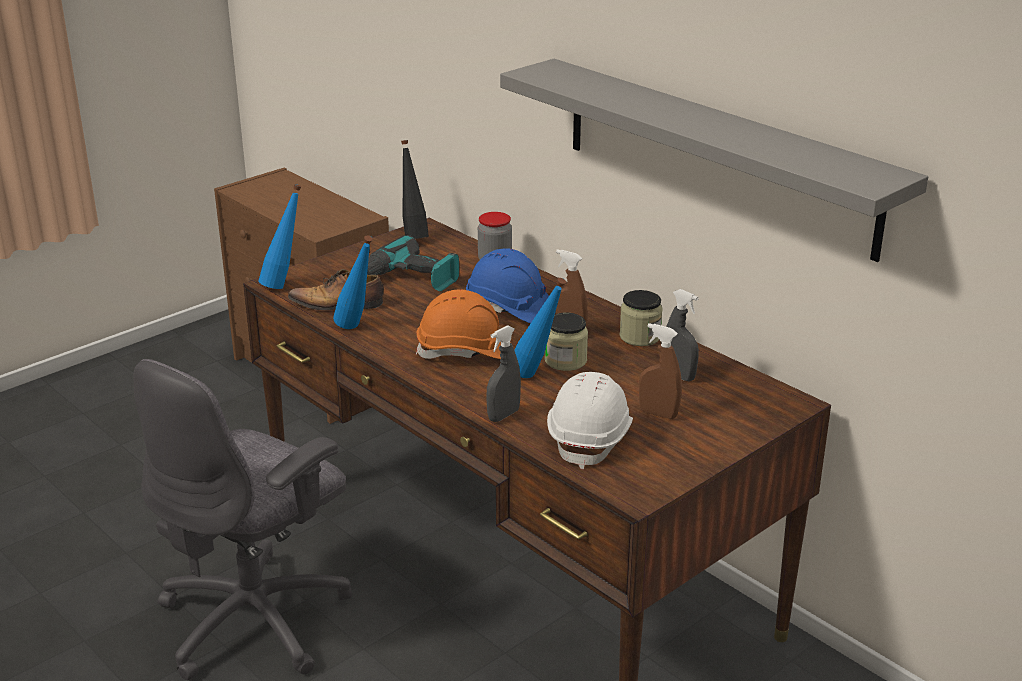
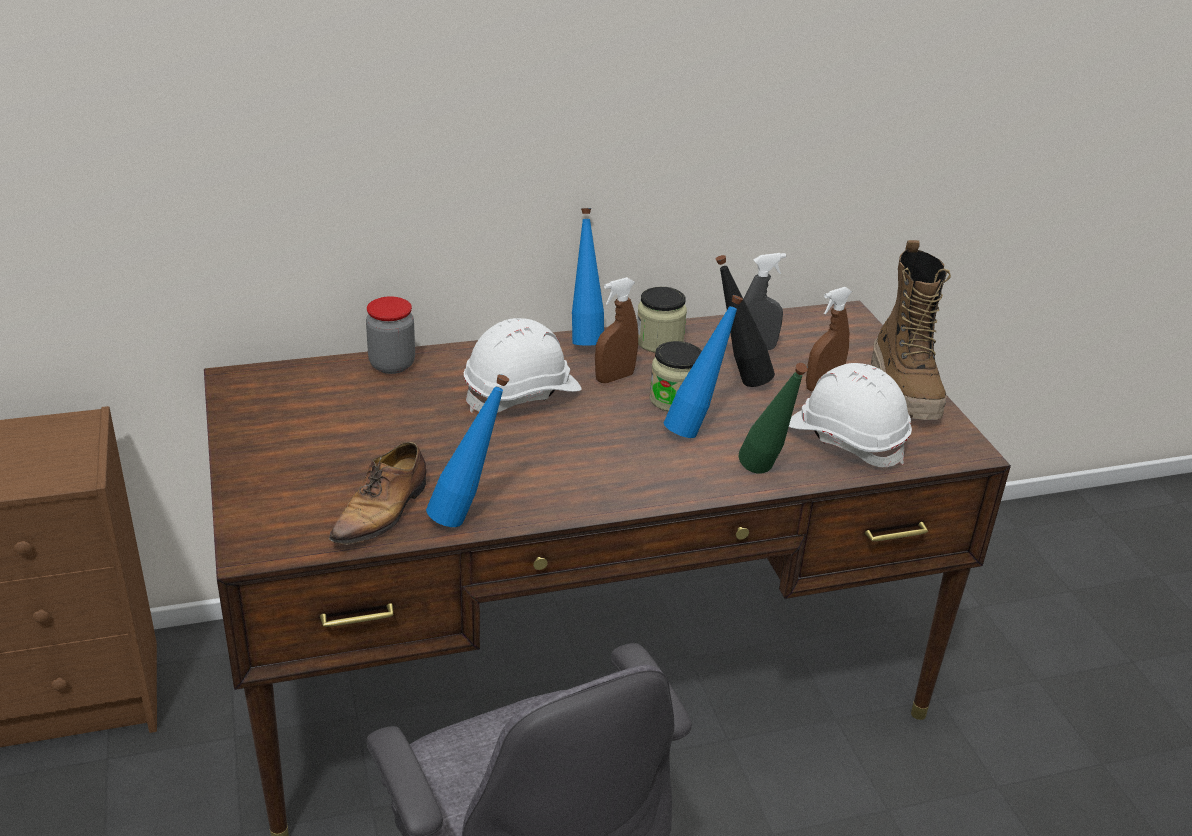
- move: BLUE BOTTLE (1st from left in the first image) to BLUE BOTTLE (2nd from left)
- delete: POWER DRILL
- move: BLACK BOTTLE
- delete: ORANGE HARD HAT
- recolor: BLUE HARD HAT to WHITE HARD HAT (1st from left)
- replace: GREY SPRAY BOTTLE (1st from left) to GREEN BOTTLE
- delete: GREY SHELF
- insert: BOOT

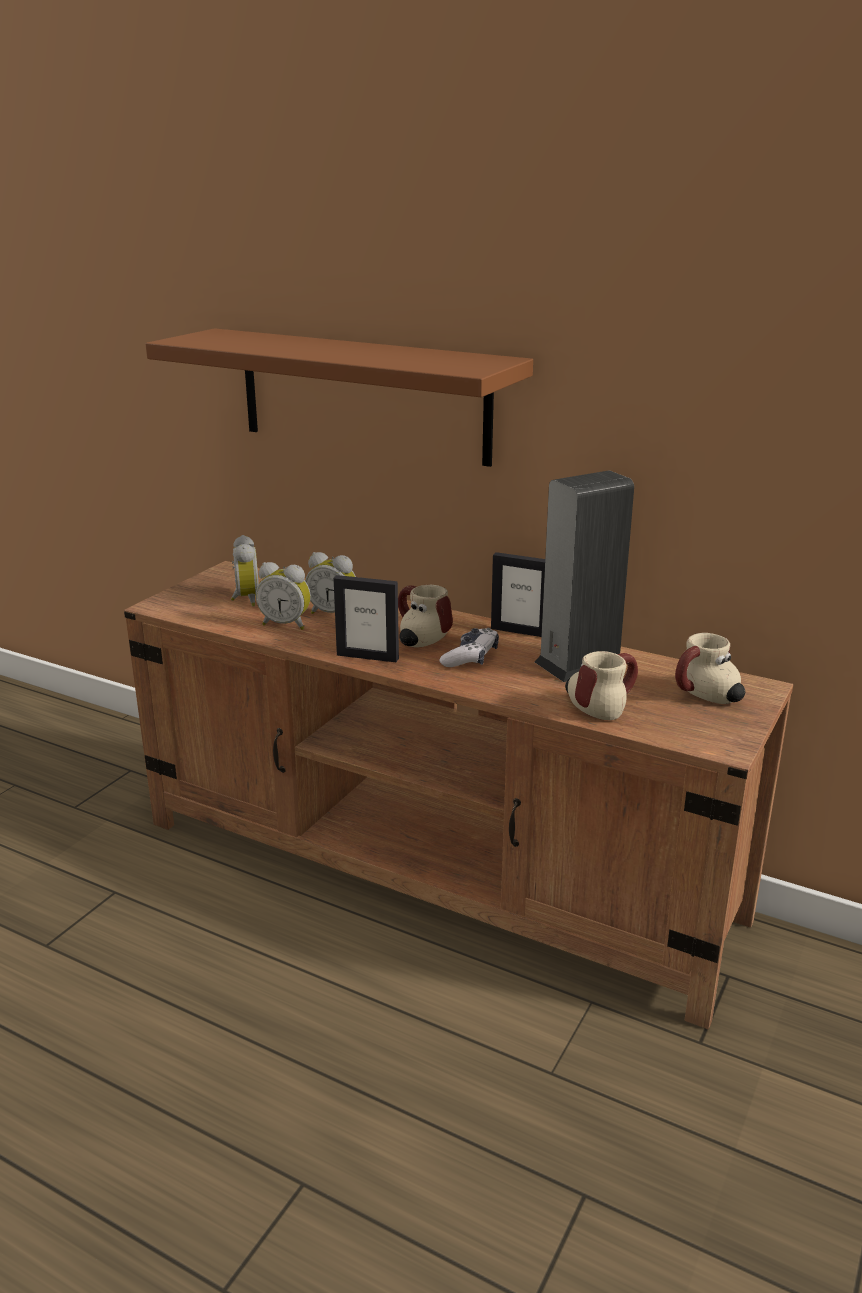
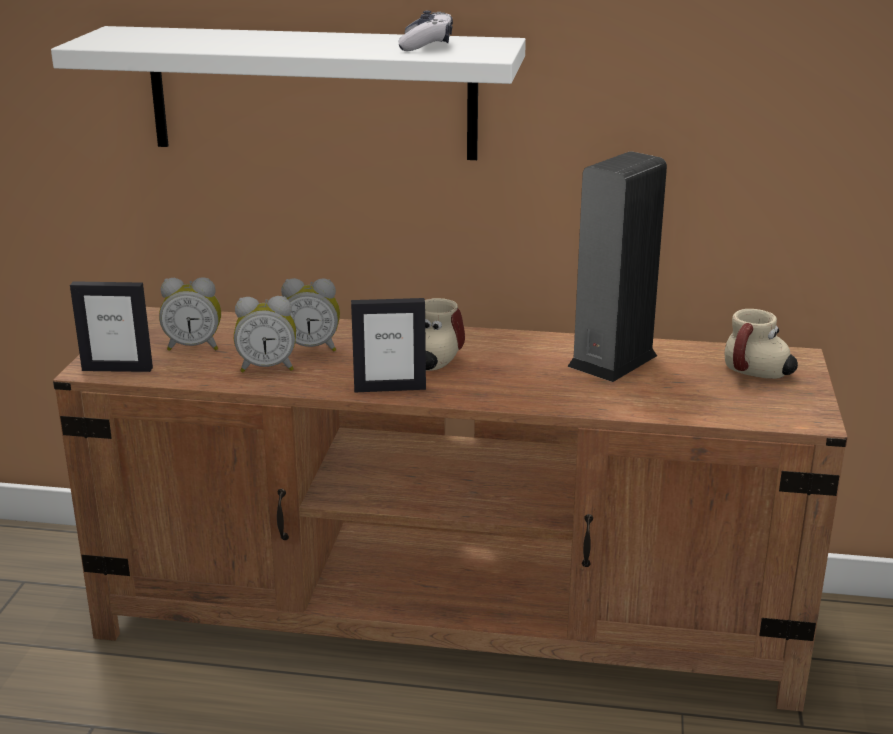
- recolor: BROWN SHELF to WHITE SHELF
- rotate: ALARM CLOCK (1st from left) 120 degrees clockwise
- move: GAME CONTROLLER
- move: PICTURE FRAME (2nd from left in the first image) to PICTURE FRAME (1st from left)
- delete: MUG (2nd from left)

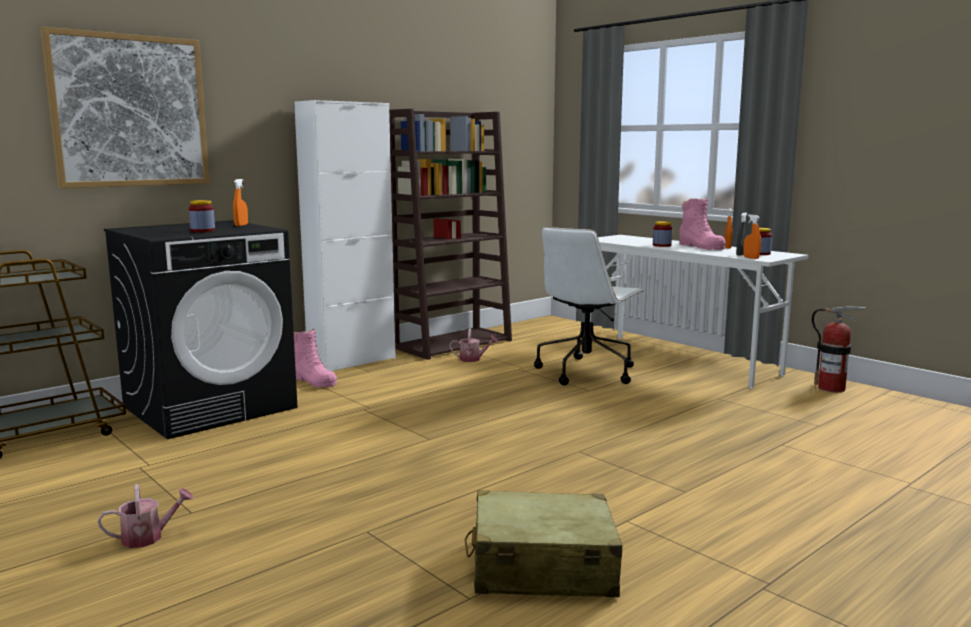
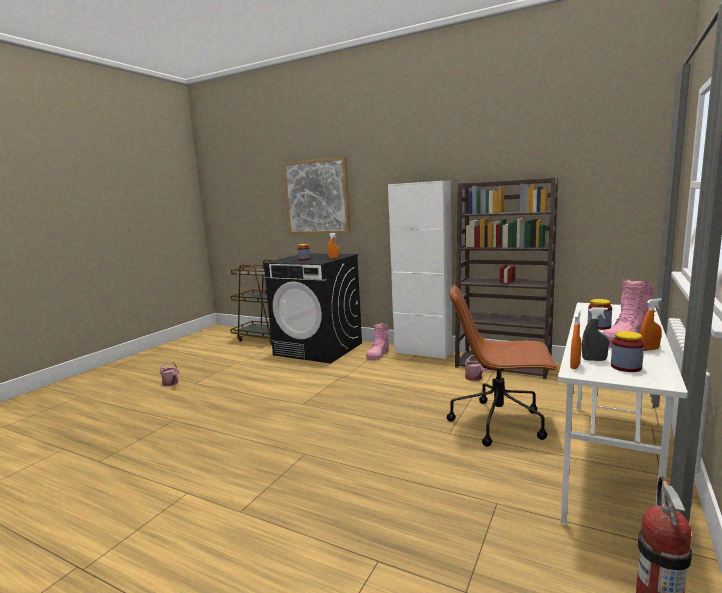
- delete: BEIGE SUITCASE
- recolor: WHITE OFFICE CHAIR to BROWN OFFICE CHAIR

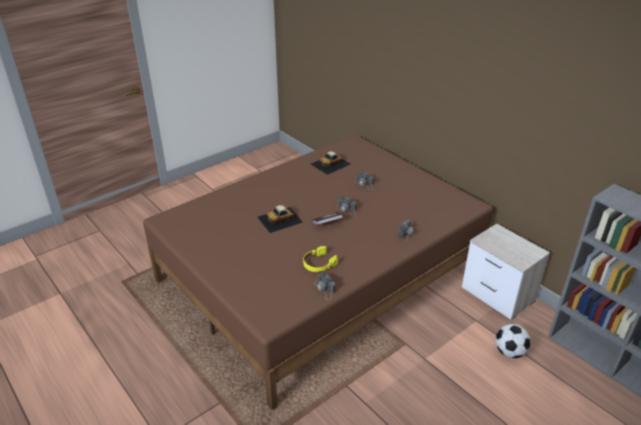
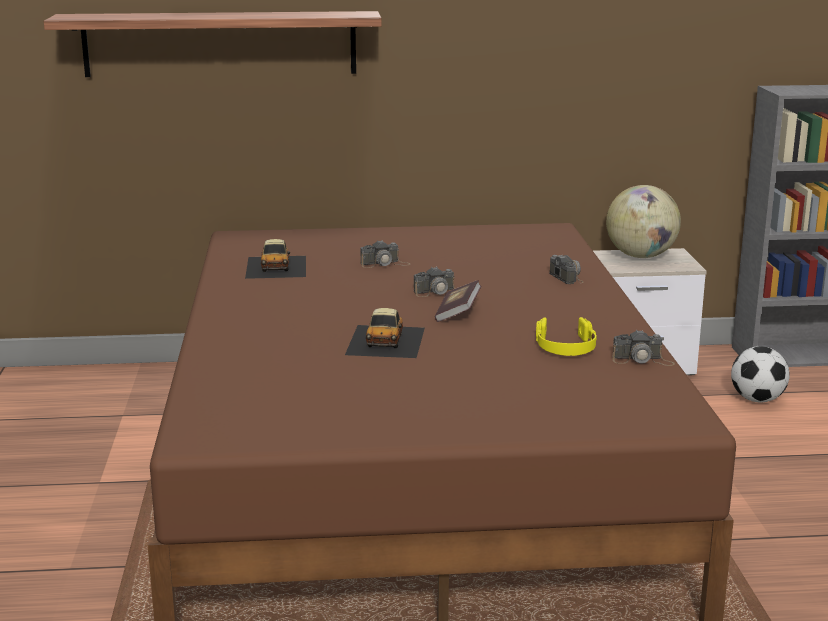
- insert: SHELF
- insert: GLOBE

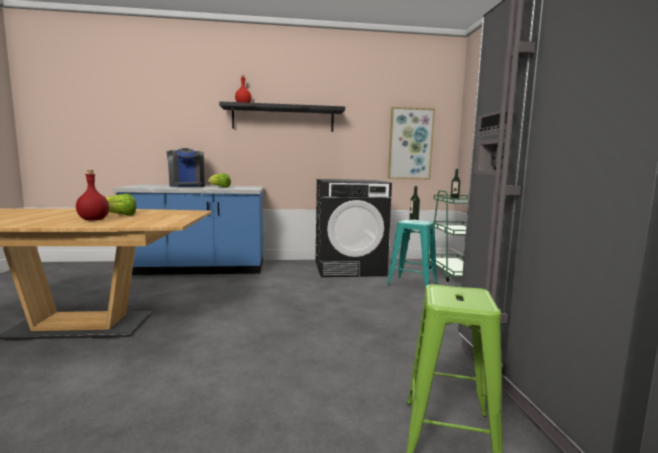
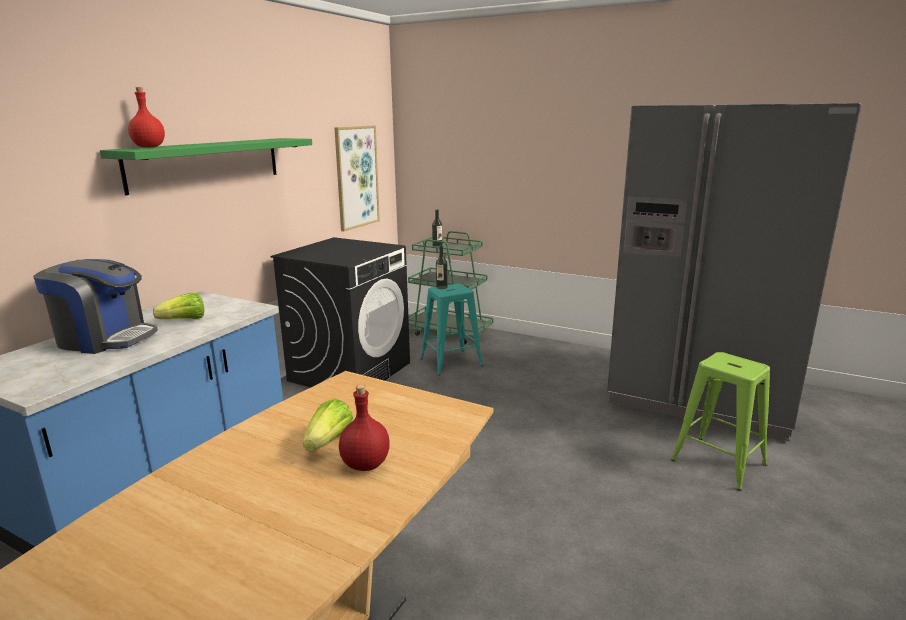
- recolor: BLACK SHELF to GREEN SHELF

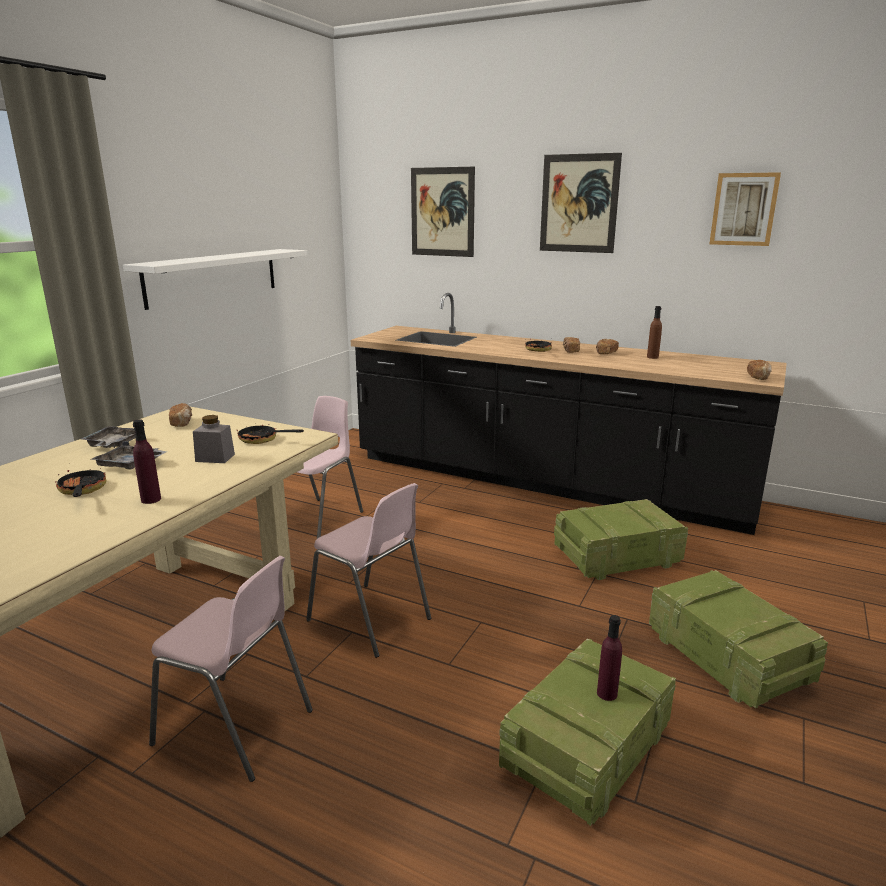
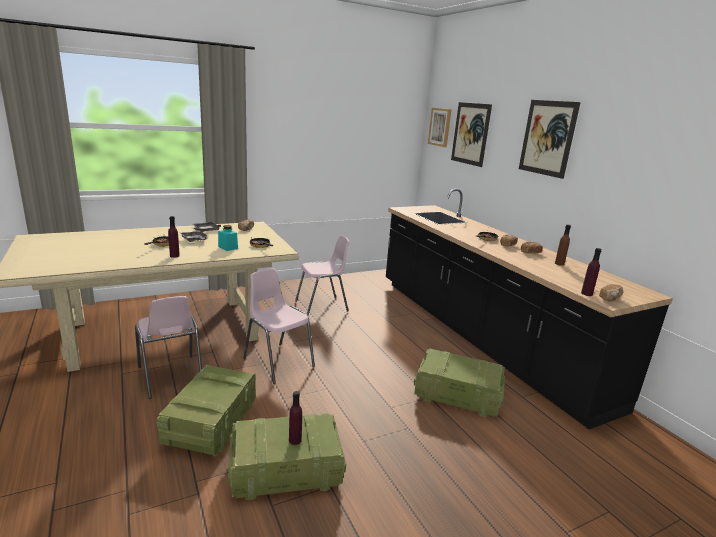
- delete: WHITE SHELF
- recolor: GREY JAR to TURQUOISE JAR
- rotate: PINK CHAIR (3rd from left in the first image) 150 degrees clockwise
- move: CRATE (3rd from left in the first image) to CRATE (1st from left)
- move: PICTURE (3rd from left in the first image) to PICTURE (1st from left)
- insert: PURPLE BOTTLE (3rd from left)

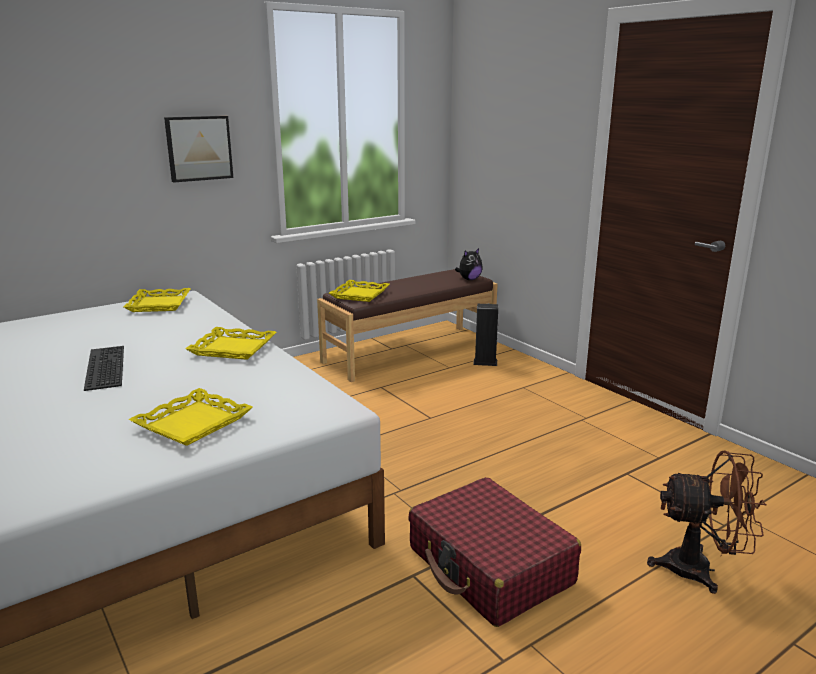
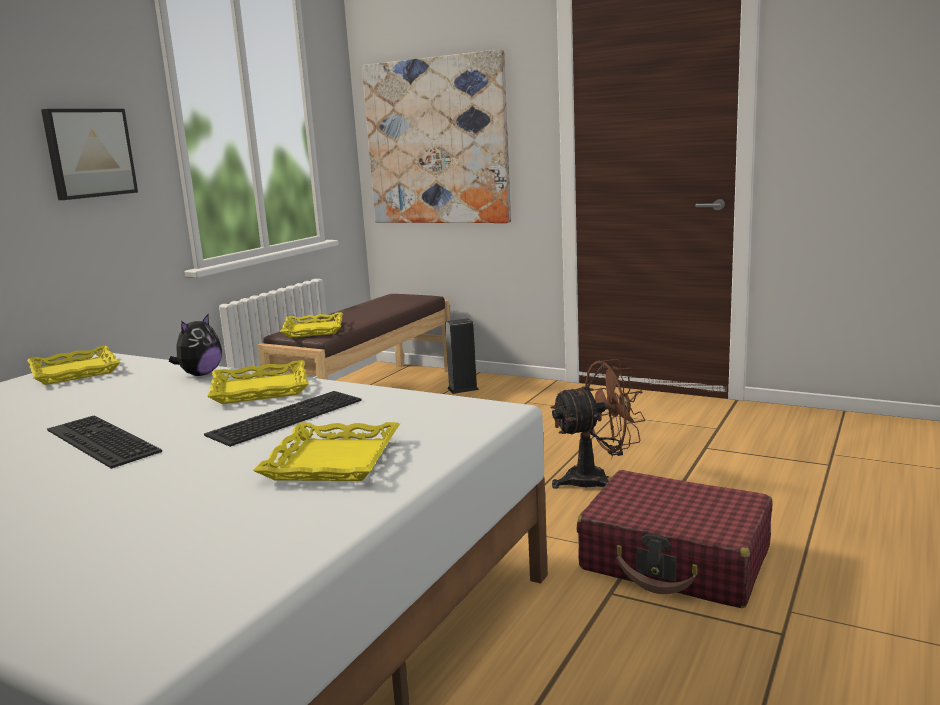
- move: PLUSH TOY
- move: BROWN FAN
- insert: KEYBOARD (2nd from left)
- insert: PICTURE (2nd from left)

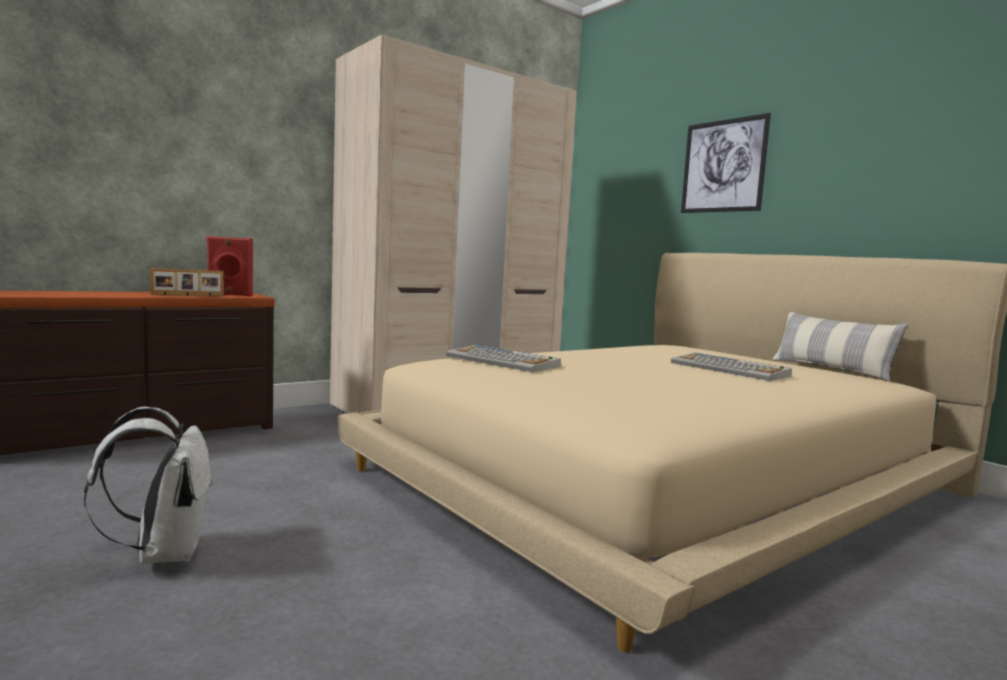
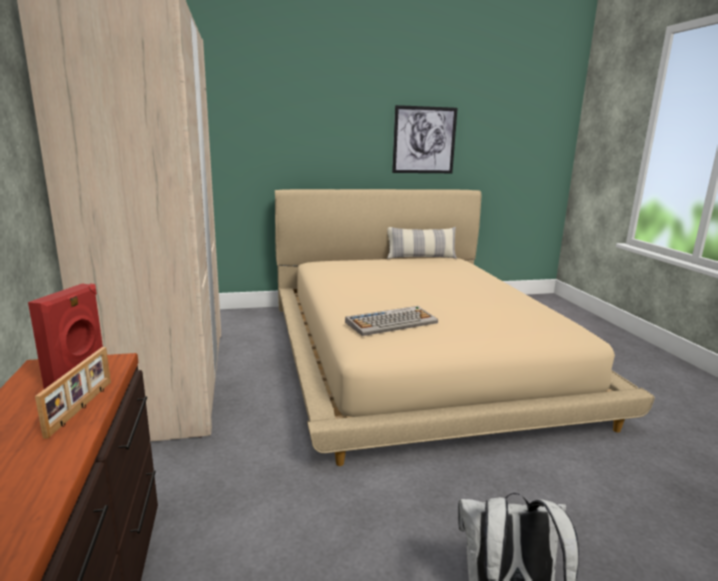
- delete: KEYBOARD (2nd from left)
- move: PICTURE

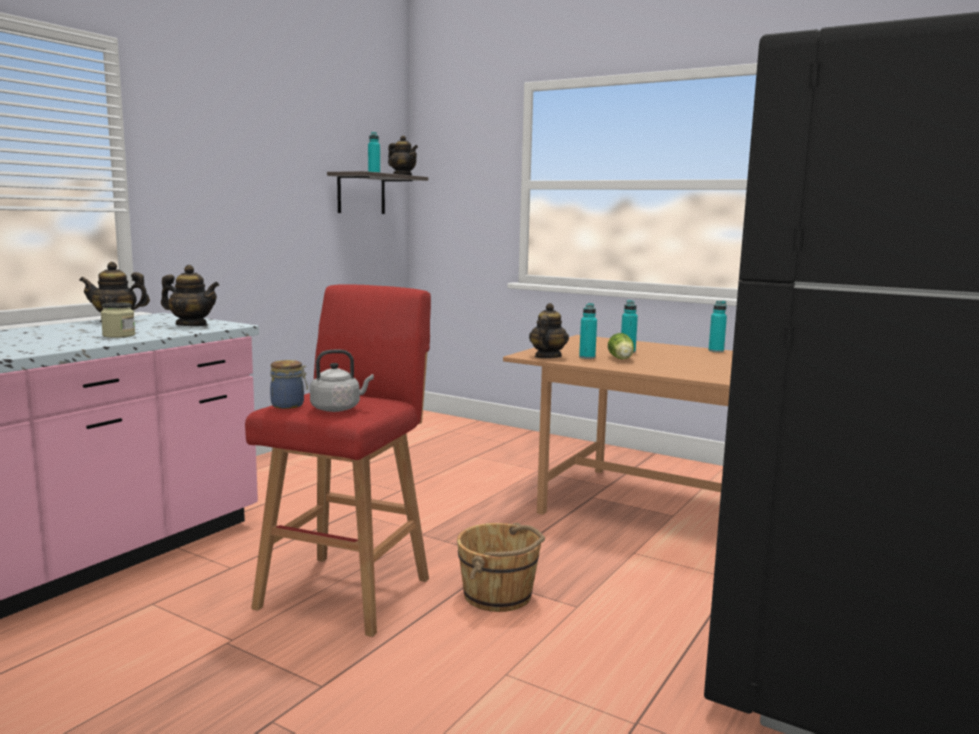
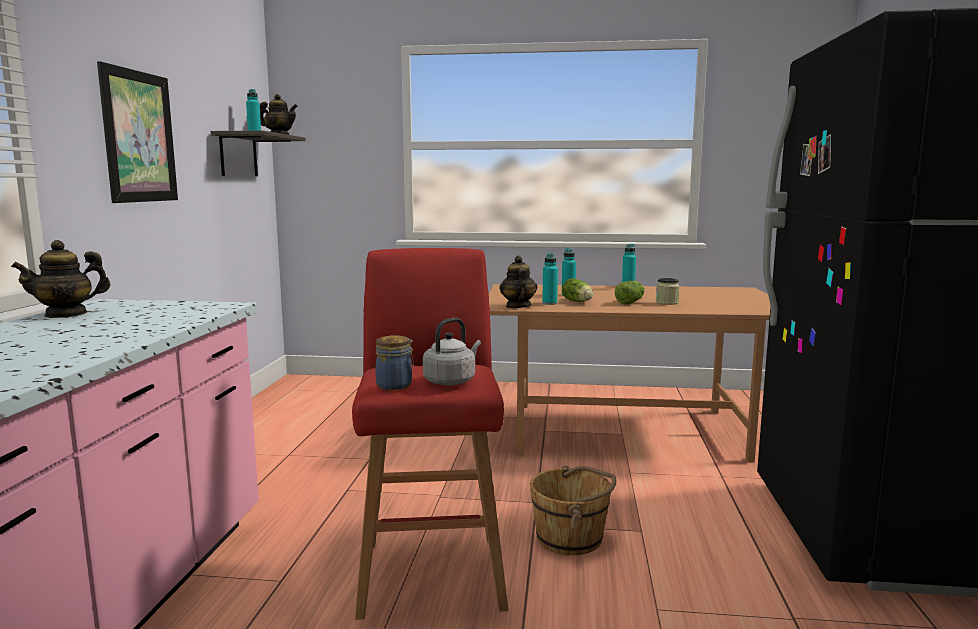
- move: JAR (1st from left in the first image) to JAR (2nd from left)
- delete: TEAPOT (2nd from left)
- insert: PICTURE
- insert: LETTUCE (2nd from left)

